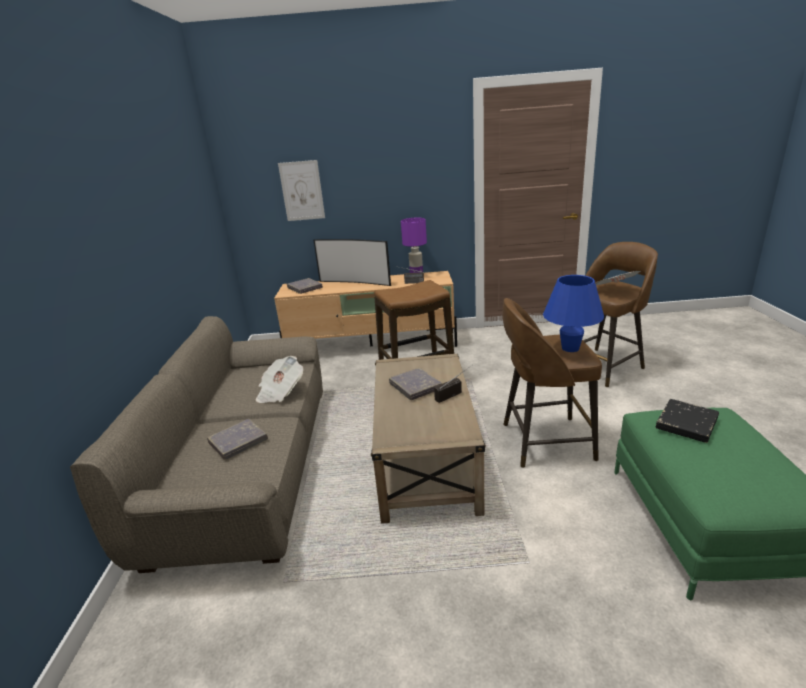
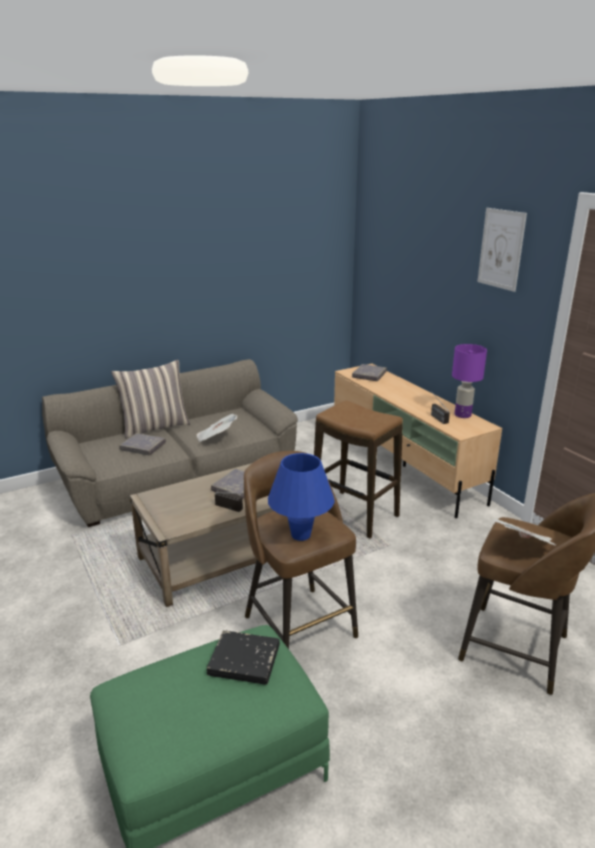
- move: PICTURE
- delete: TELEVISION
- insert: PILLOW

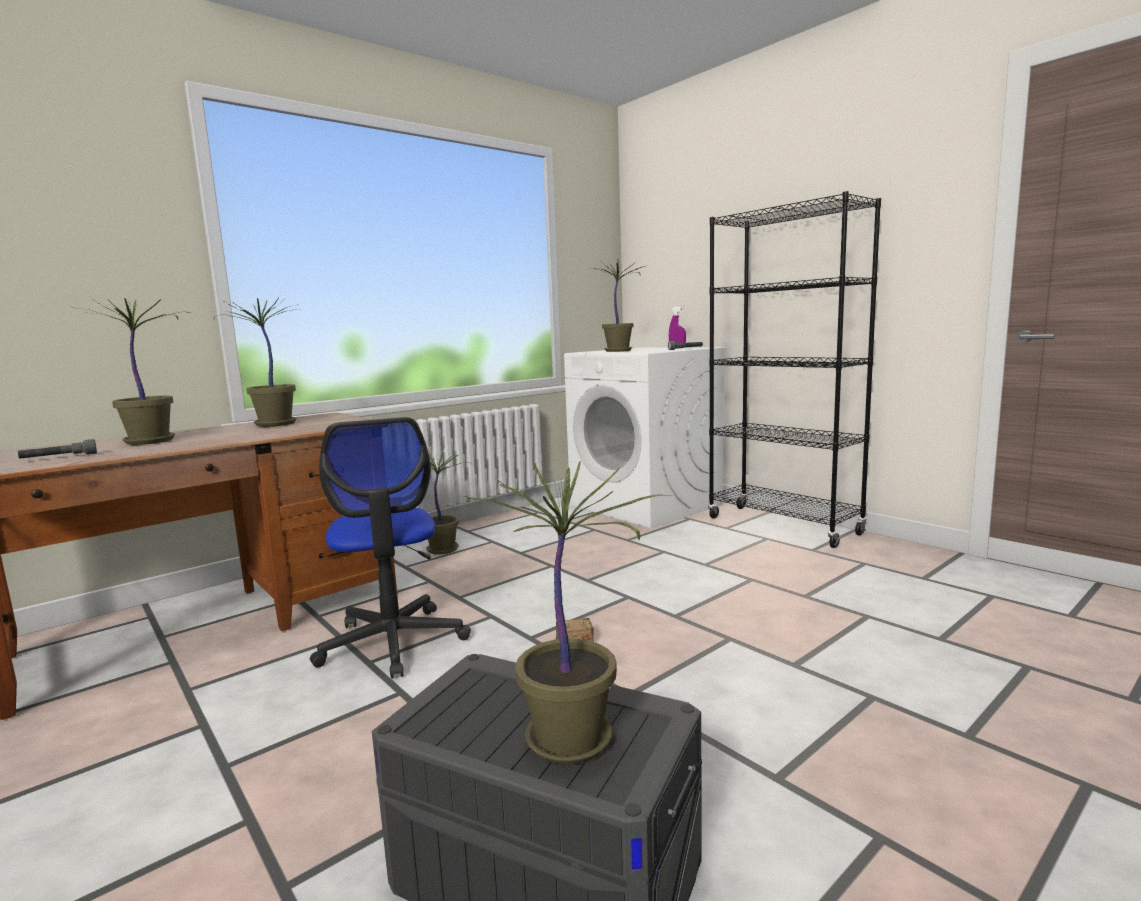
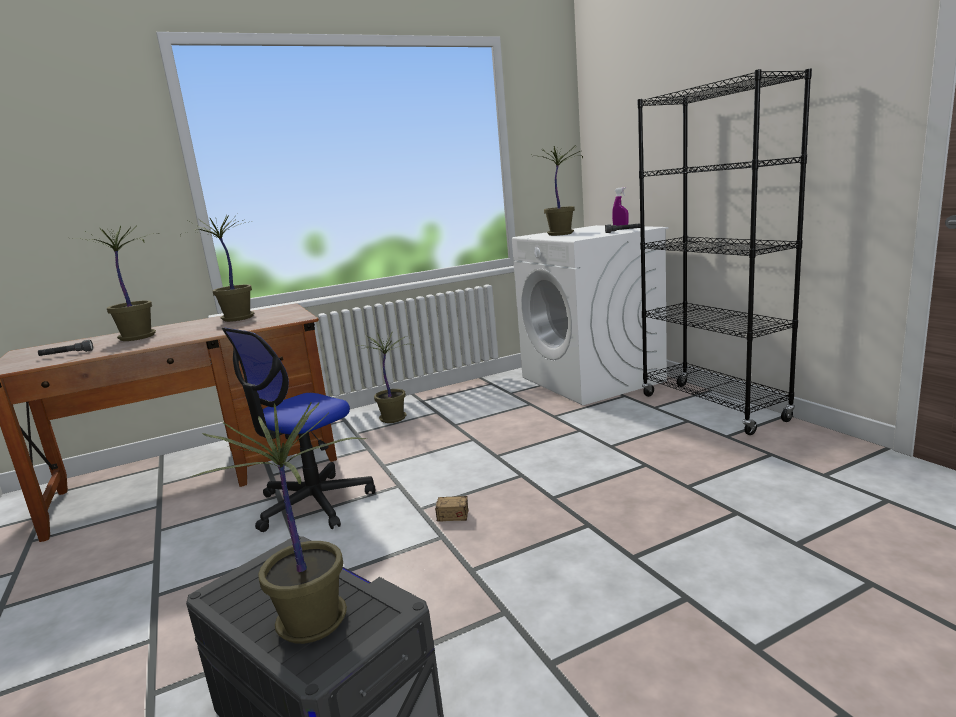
- rotate: OFFICE CHAIR 45 degrees clockwise

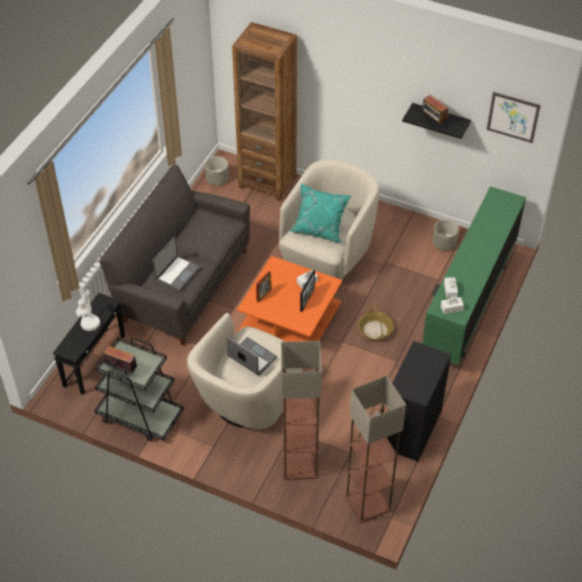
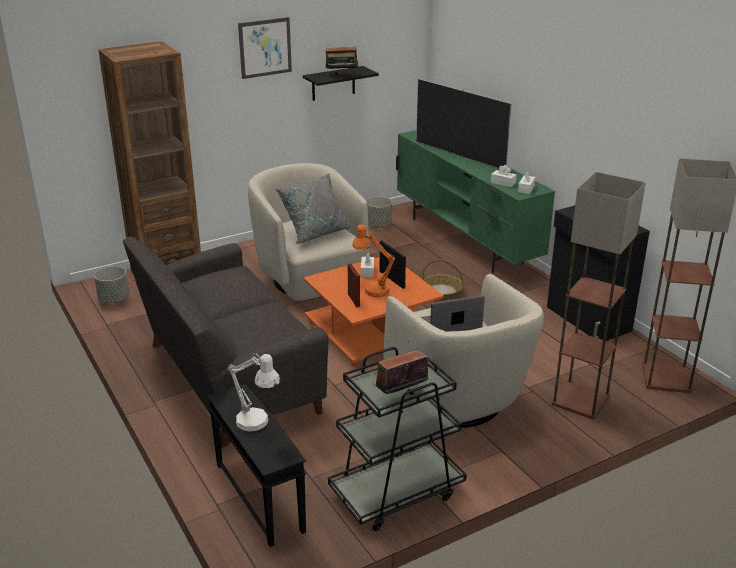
- delete: LAPTOP (1st from left)
- recolor: TURQUOISE PILLOW to GREY PILLOW
- move: PICTURE
- insert: ORANGE TABLE LAMP
- insert: TELEVISION

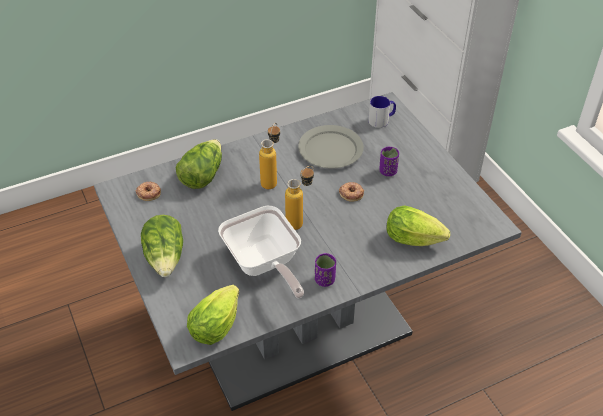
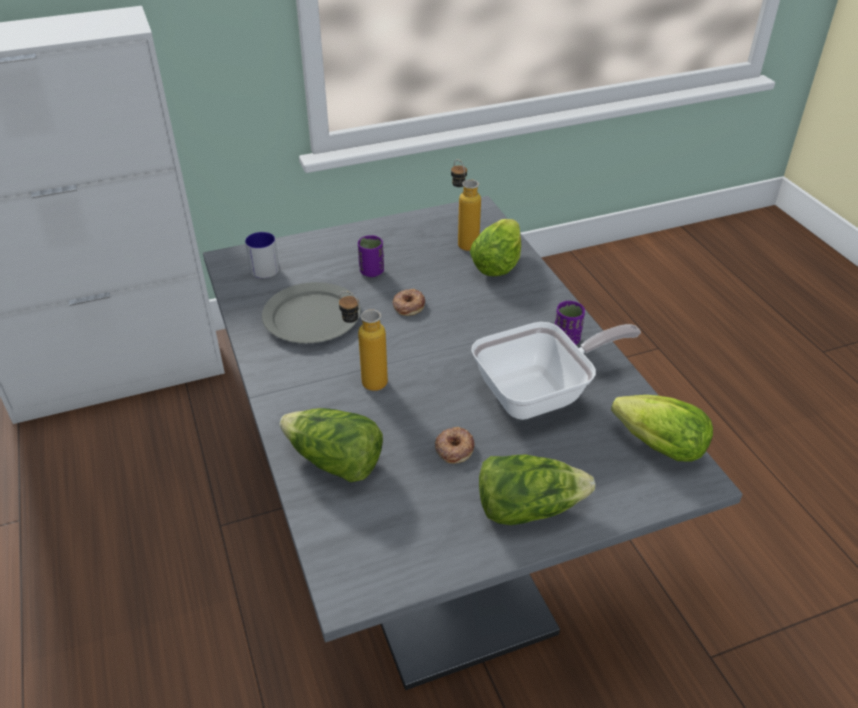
- move: DONUT (1st from left in the first image) to DONUT (2nd from left)
- move: BOTTLE (2nd from left)

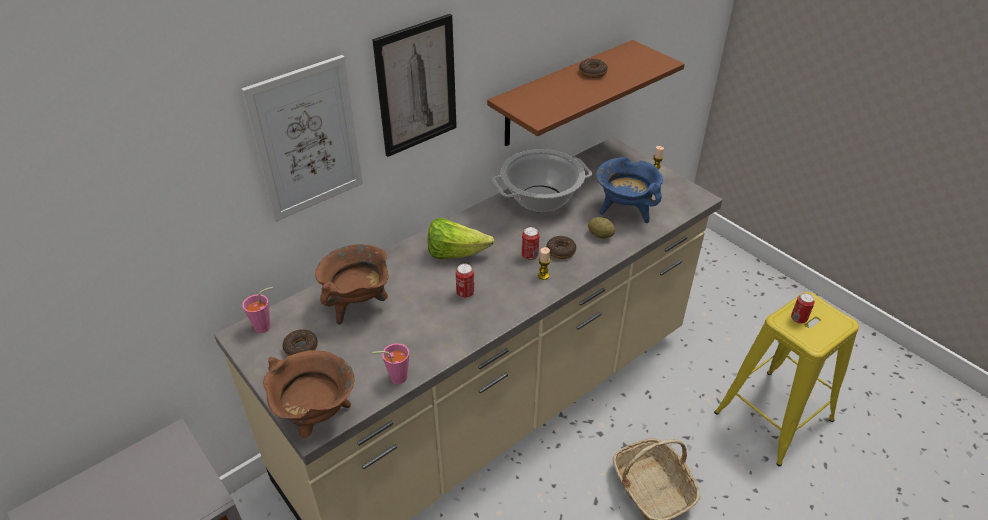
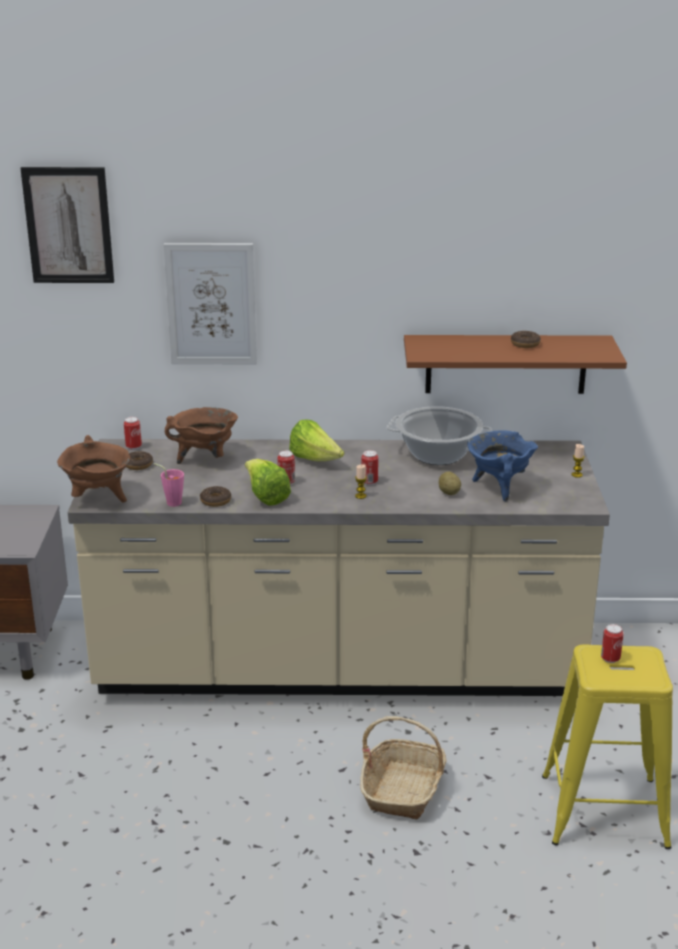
- replace: PINK CUP (1st from left) to CAN (1st from left)
- move: PICTURE (2nd from left in the first image) to PICTURE (1st from left)
- move: DONUT (2nd from left)
- insert: LETTUCE (1st from left)

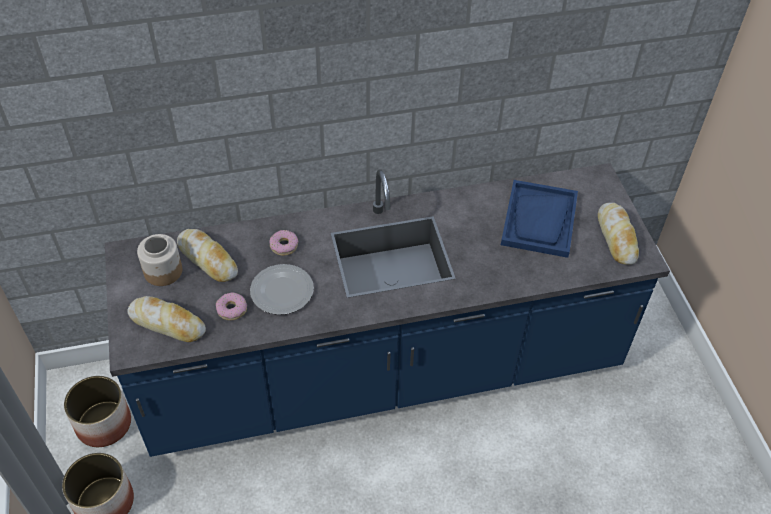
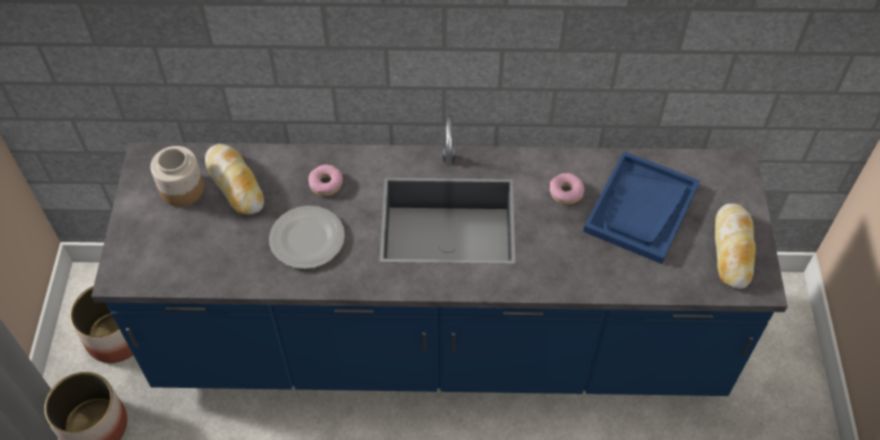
- delete: BREAD (1st from left)
- move: DONUT (1st from left in the first image) to DONUT (2nd from left)

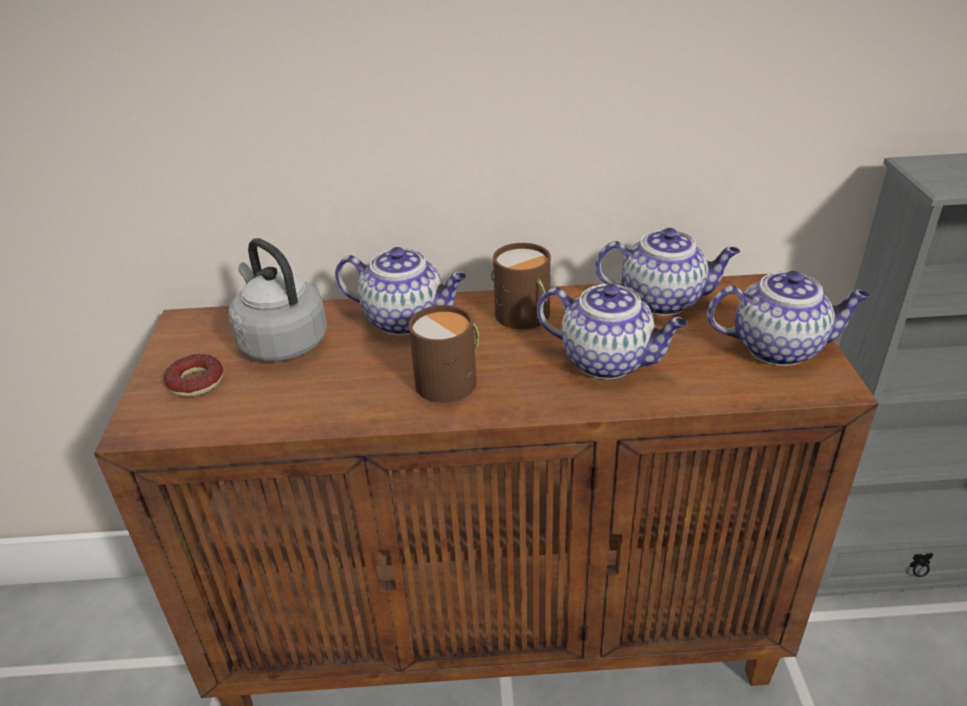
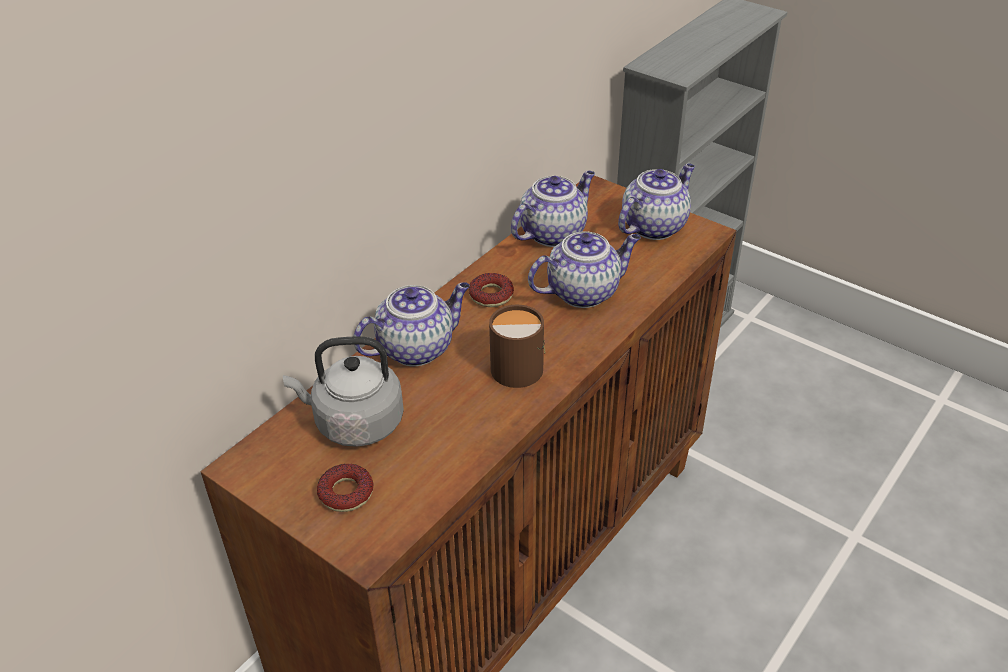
- replace: BROWN MUG (2nd from left) to DONUT (2nd from left)

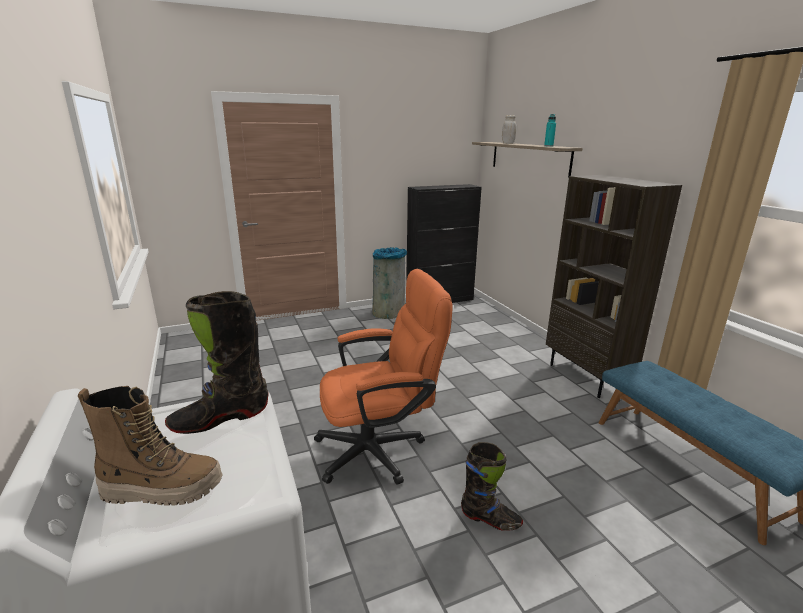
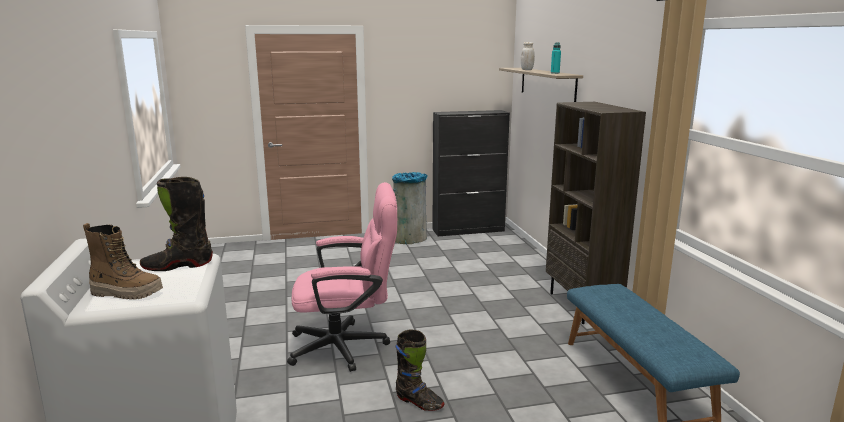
- recolor: ORANGE OFFICE CHAIR to PINK OFFICE CHAIR

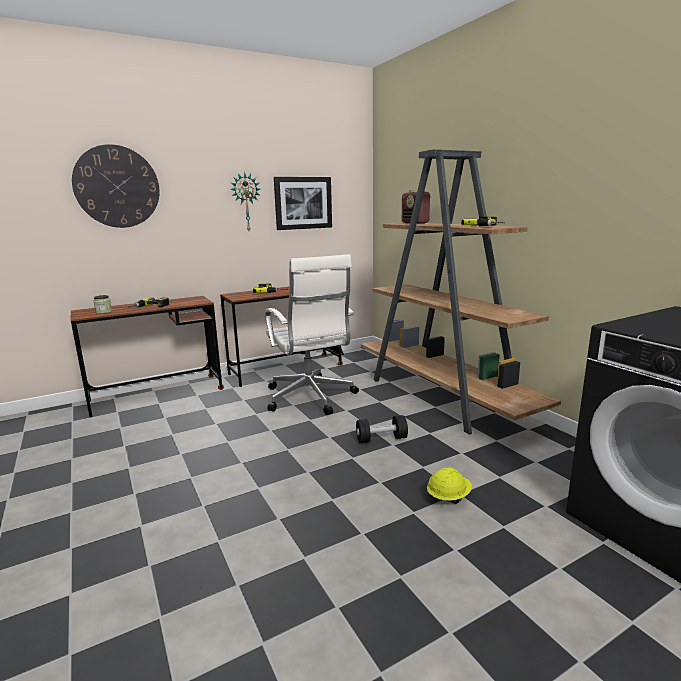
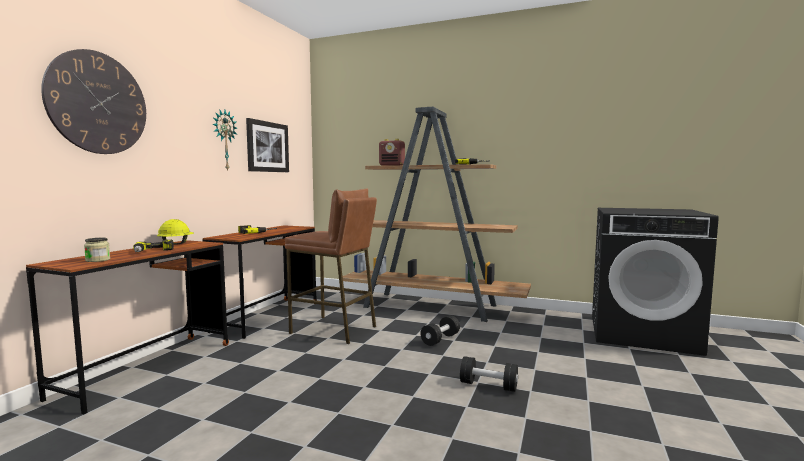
- replace: WHITE OFFICE CHAIR to BROWN STOOL
- move: YELLOW HARD HAT
- insert: BLACK DUMBBELL (2nd from left)

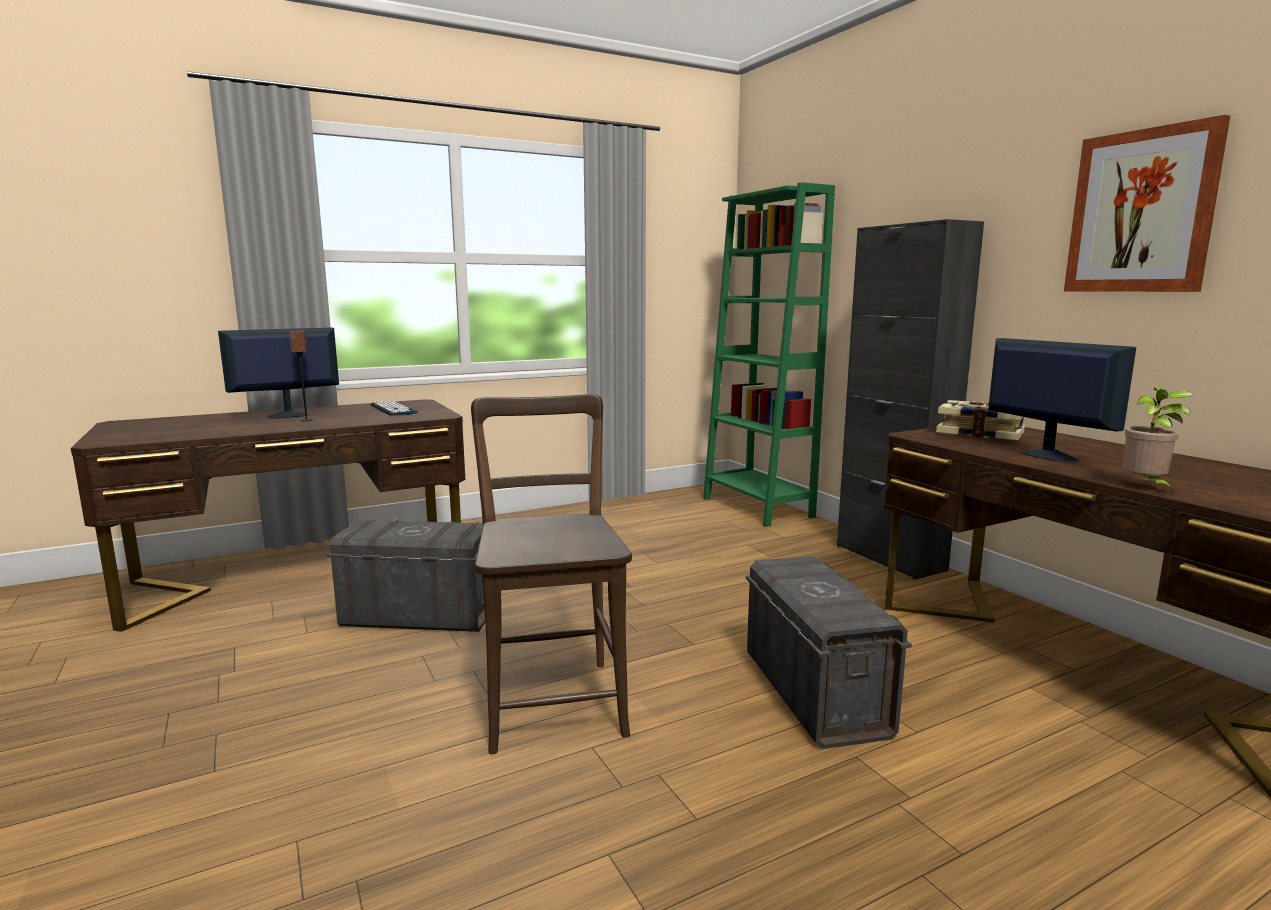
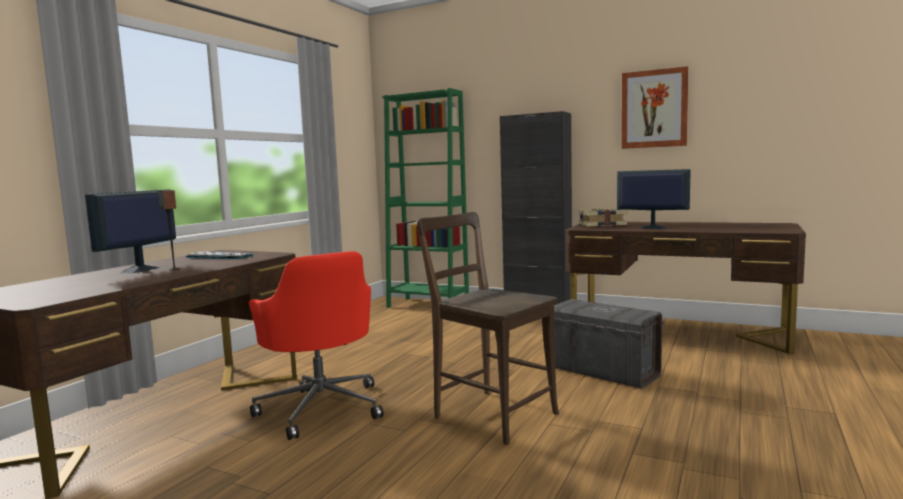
- replace: GREY STORAGE BOX (1st from left) to RED OFFICE CHAIR
- delete: POTTED PLANT

